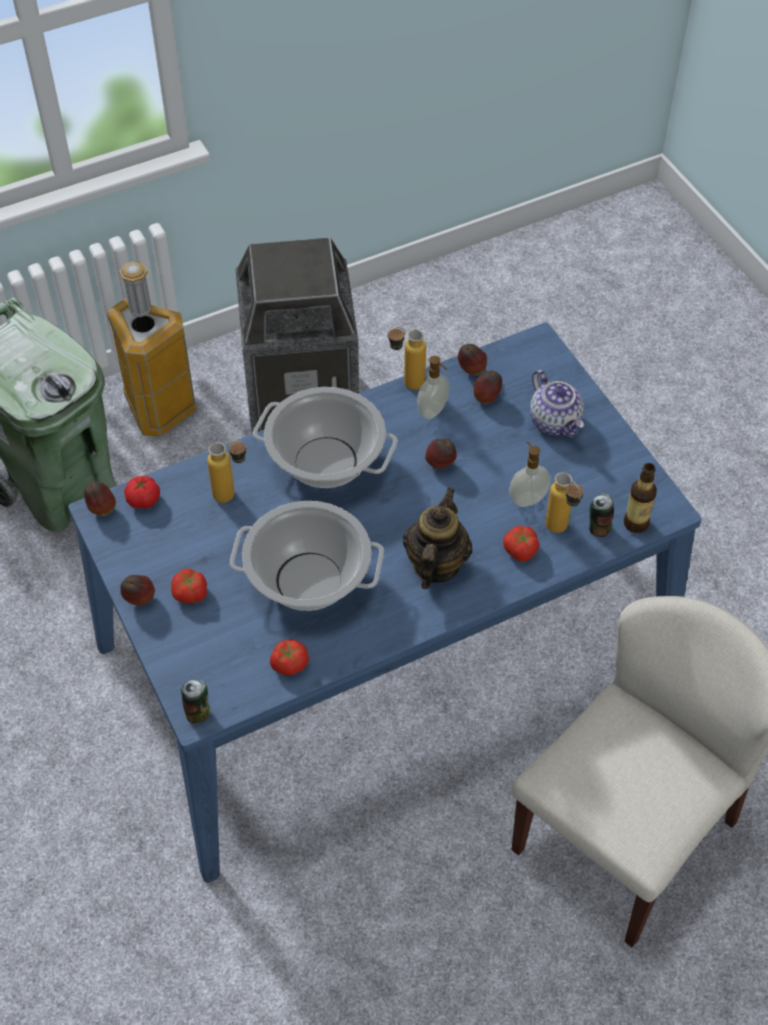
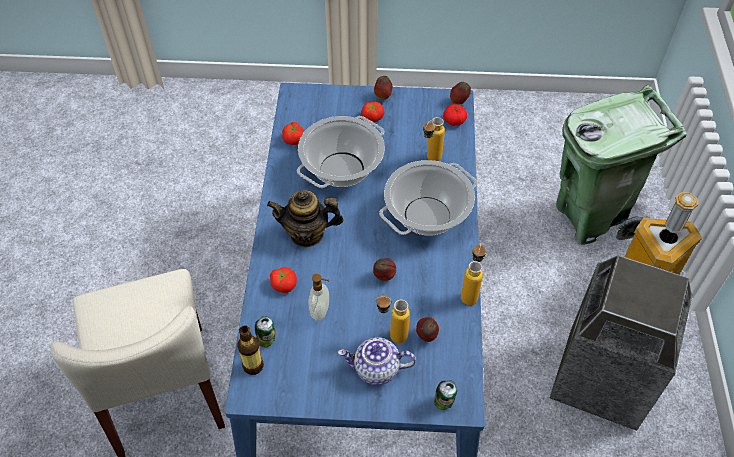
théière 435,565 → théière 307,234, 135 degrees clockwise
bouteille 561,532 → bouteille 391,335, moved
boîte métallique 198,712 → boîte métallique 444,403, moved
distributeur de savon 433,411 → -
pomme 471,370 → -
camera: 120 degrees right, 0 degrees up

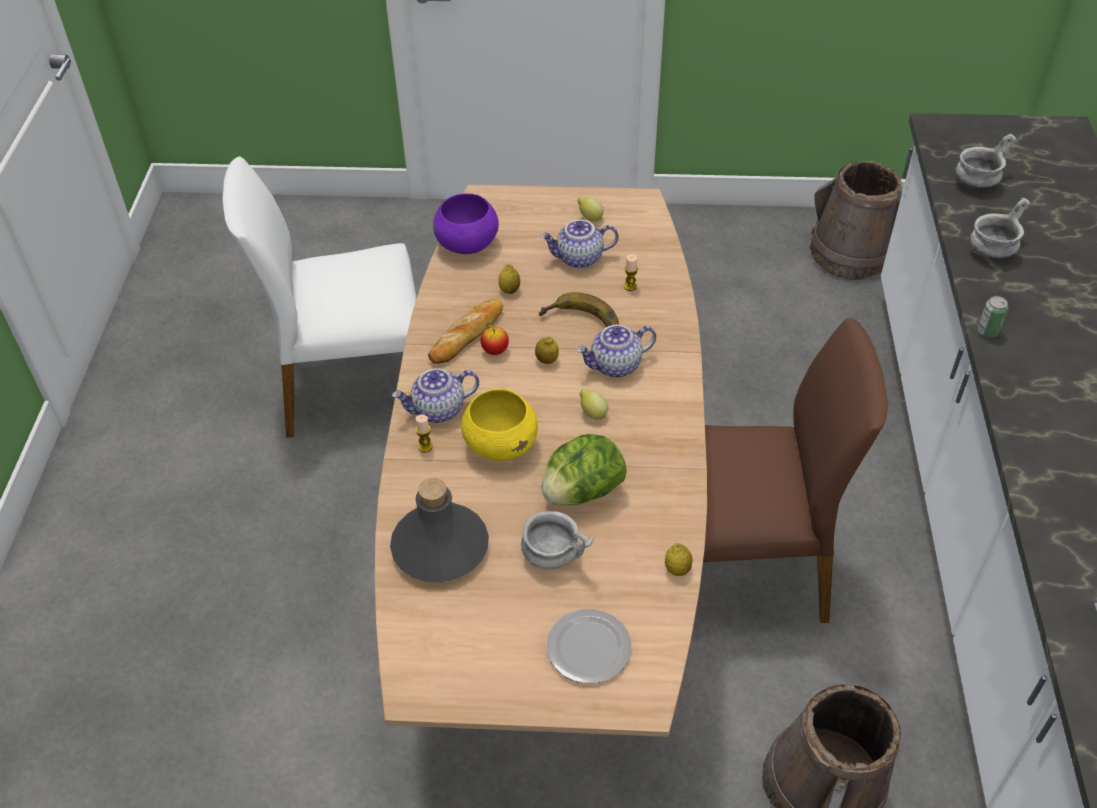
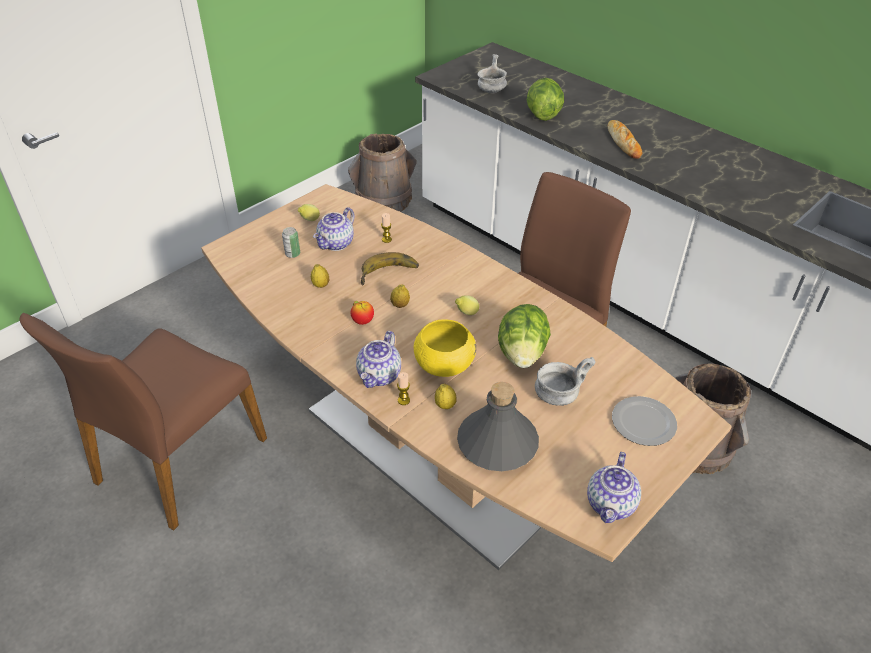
chaise [blanc] 353,382 → chaise [marron] 178,460
boîte métallique 987,331 → boîte métallique 292,254, moved
citron 677,569 → citron 445,405, moved
bol [gris] 991,250 → laitue 542,114
théière 615,365 → théière 611,504, moved
pain 467,334 → pain 623,142, moved
bol [violet] 468,244 → -
camera: 50 degrees left, 5 degrees down

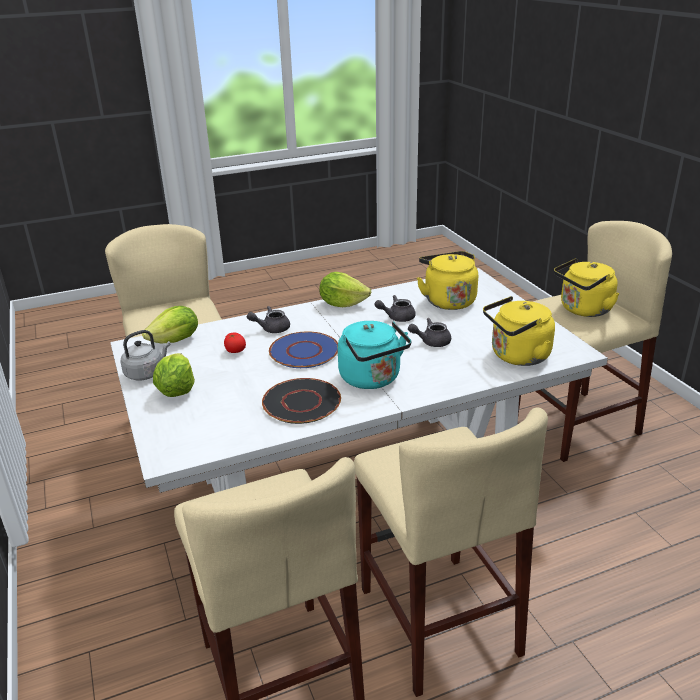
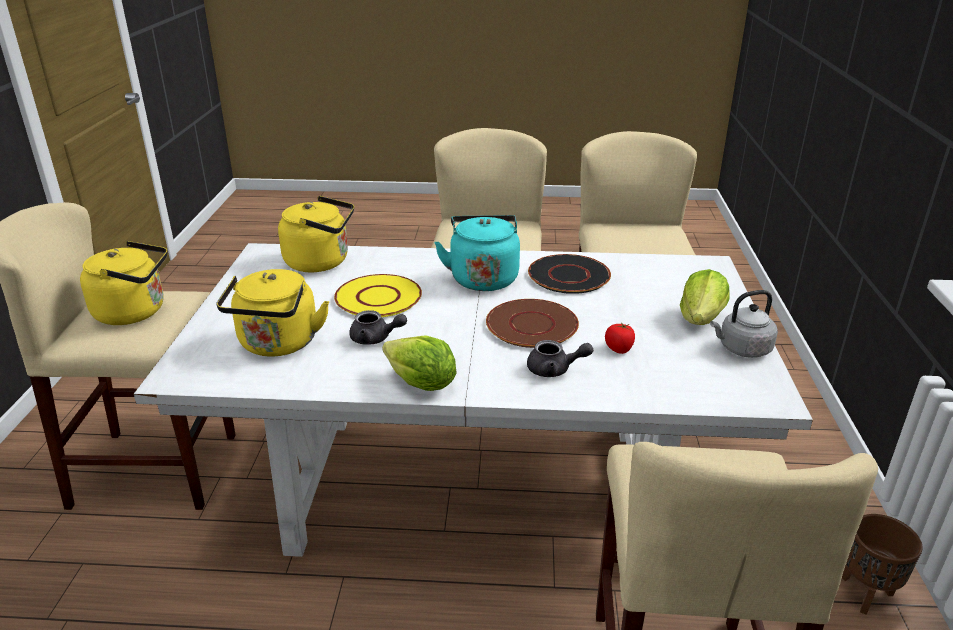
théière [gris] 431,342 → assiette [jaune] 379,297
assiette [bleu] 304,351 → assiette [marron] 531,324
- → cache-pot [marron] 866,594
laitue 176,341 → -
camera: 155 degrees left, 0 degrees up

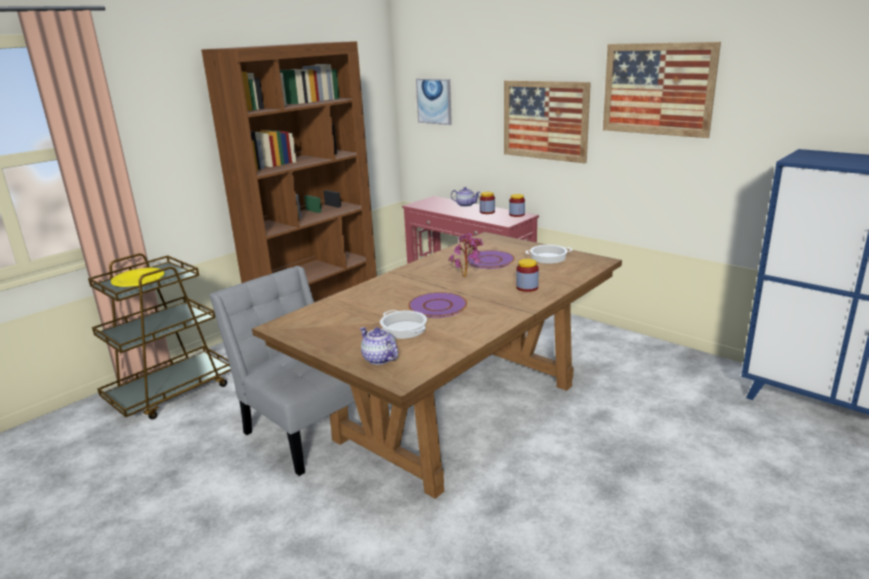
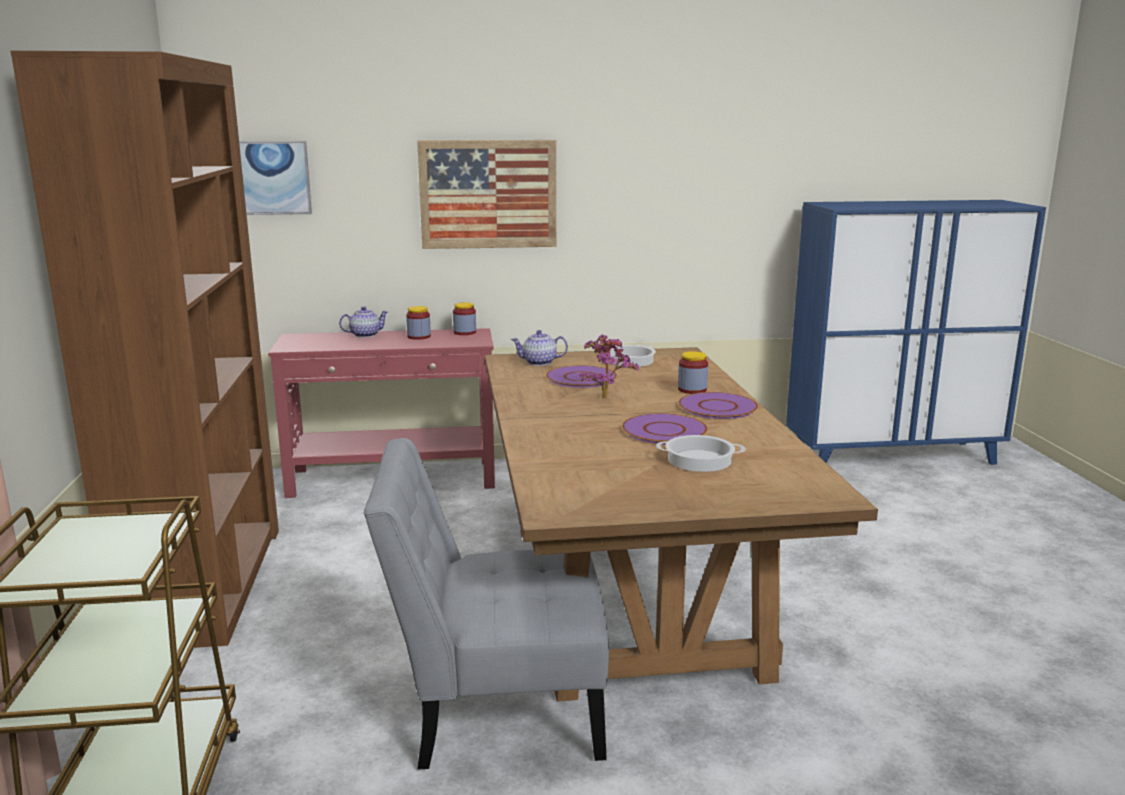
théière 379,359 → théière 539,362, moved
- → assiette [violet] 717,407
assiette [jaune] 138,280 → -
tableau 657,89 → -
camera: 50 degrees left, 5 degrees down

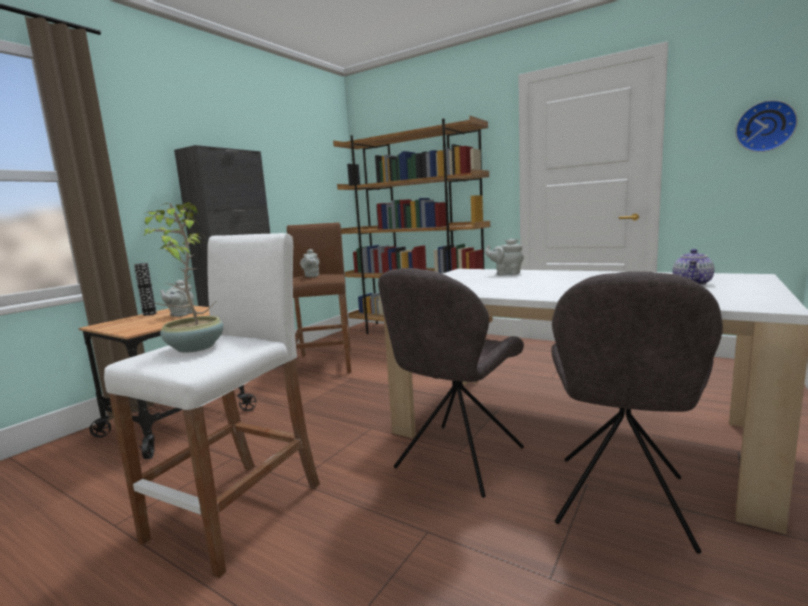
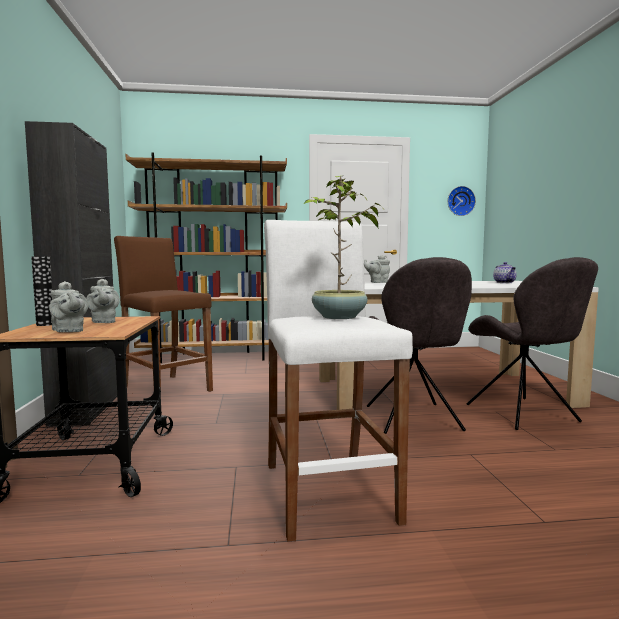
théière [gris] 311,276 → théière [gris] 68,331, moved
camera: 40 degrees left, 5 degrees down

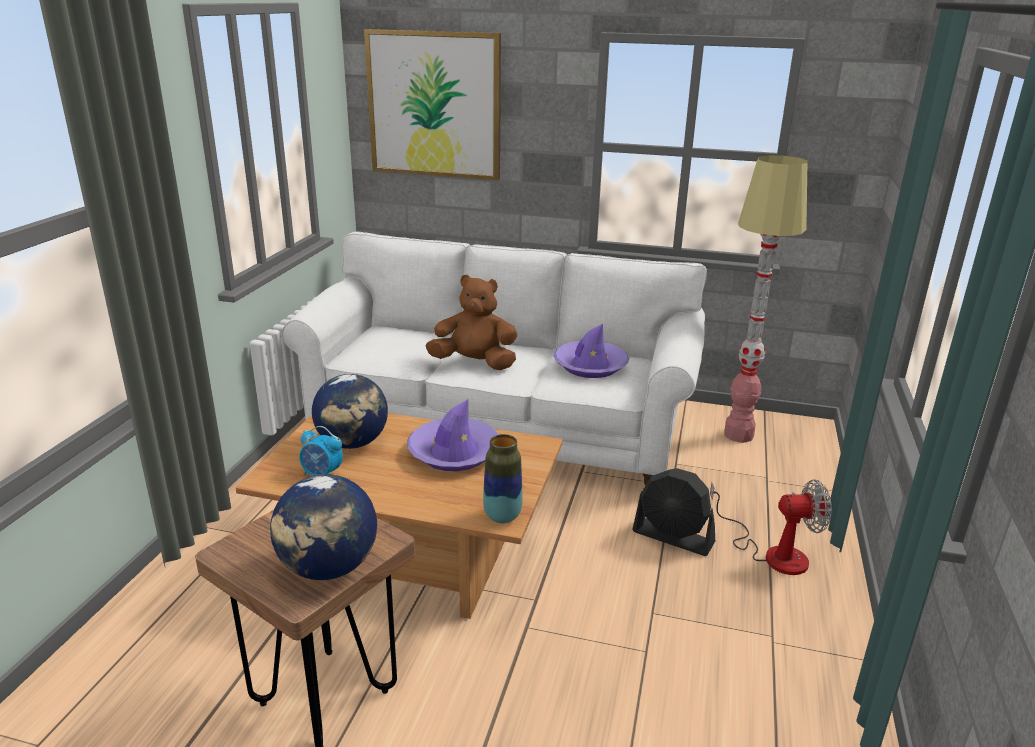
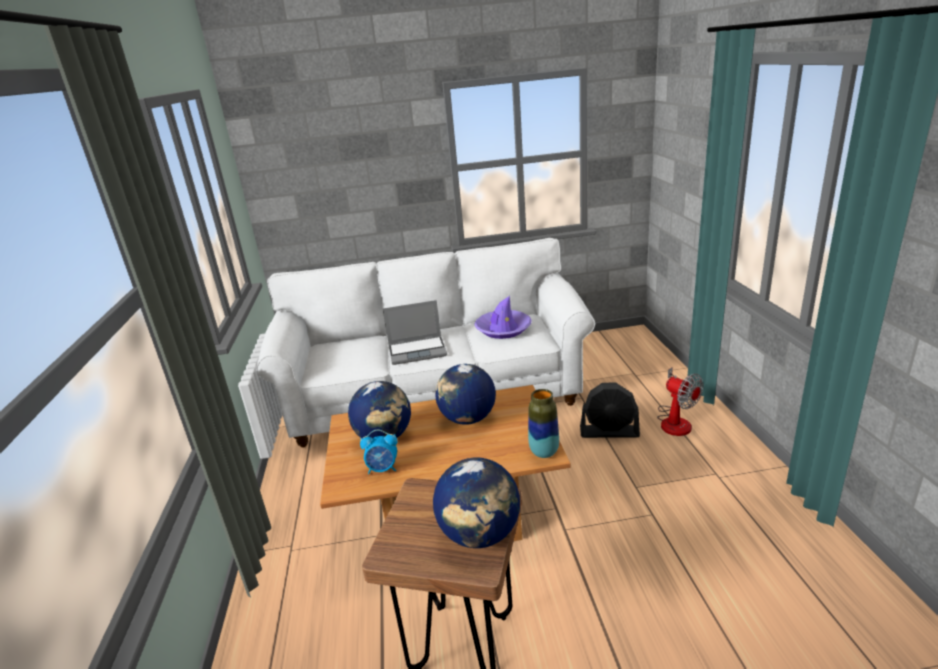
peluche [marron] 474,363 → ordinateur portable 418,351
chapeau [violet] 454,453 → globe 467,419
ventilateur 772,553 → ventilateur 675,420, 75 degrees clockwise
tableau 434,105 → -
lampadaire 738,435 → -
camera: 20 degrees left, 0 degrees up

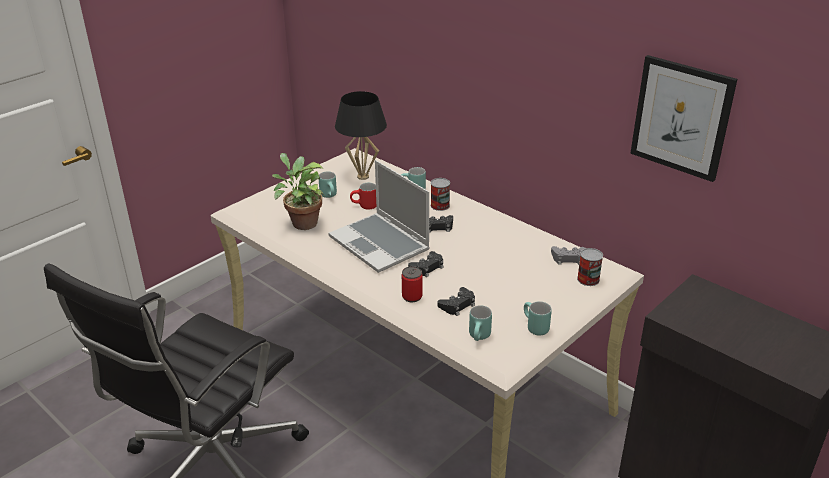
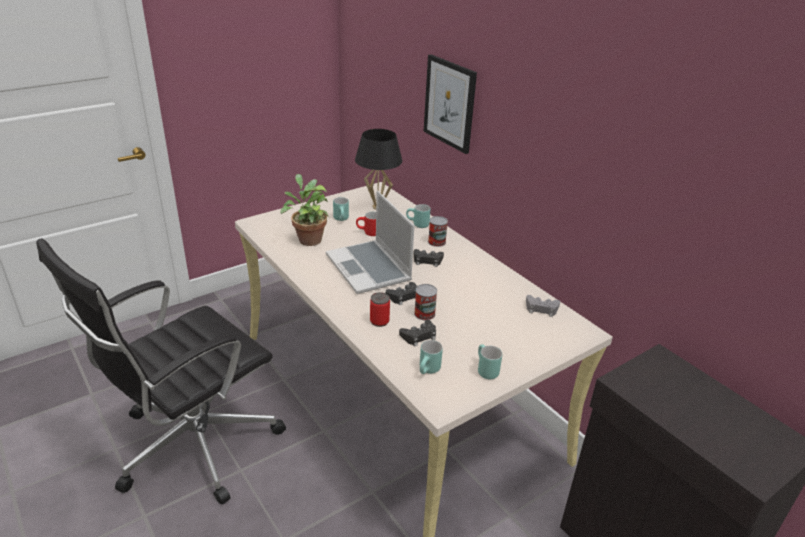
boîte métallique 588,279 → boîte métallique 424,314, moved
tableau 681,117 → tableau 450,103, moved
camera: 10 degrees right, 0 degrees up

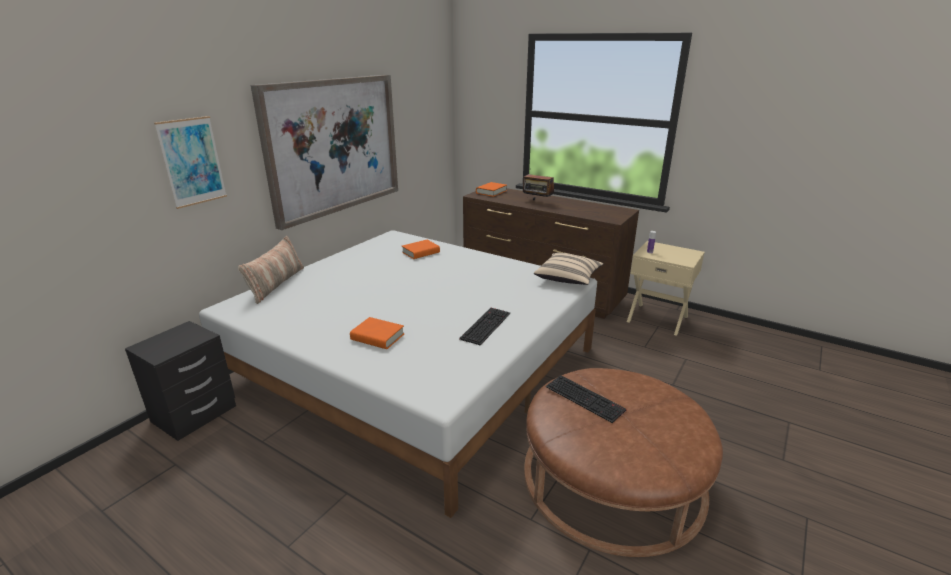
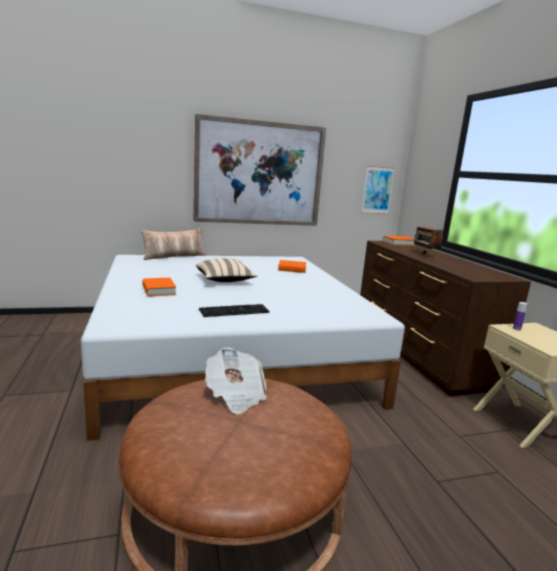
coussin [beige] 568,279 → coussin [beige] 224,280, moved
clavier 586,398 → journal 235,395
tableau 192,162 → tableau 377,190, moved
table de chevet [noir] 194,414 → -
camera: 40 degrees right, 10 degrees down

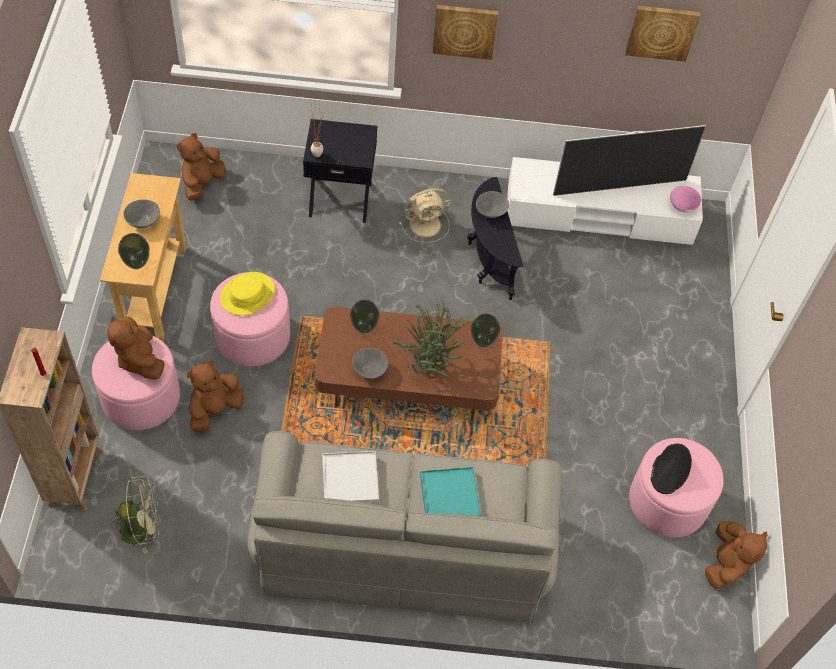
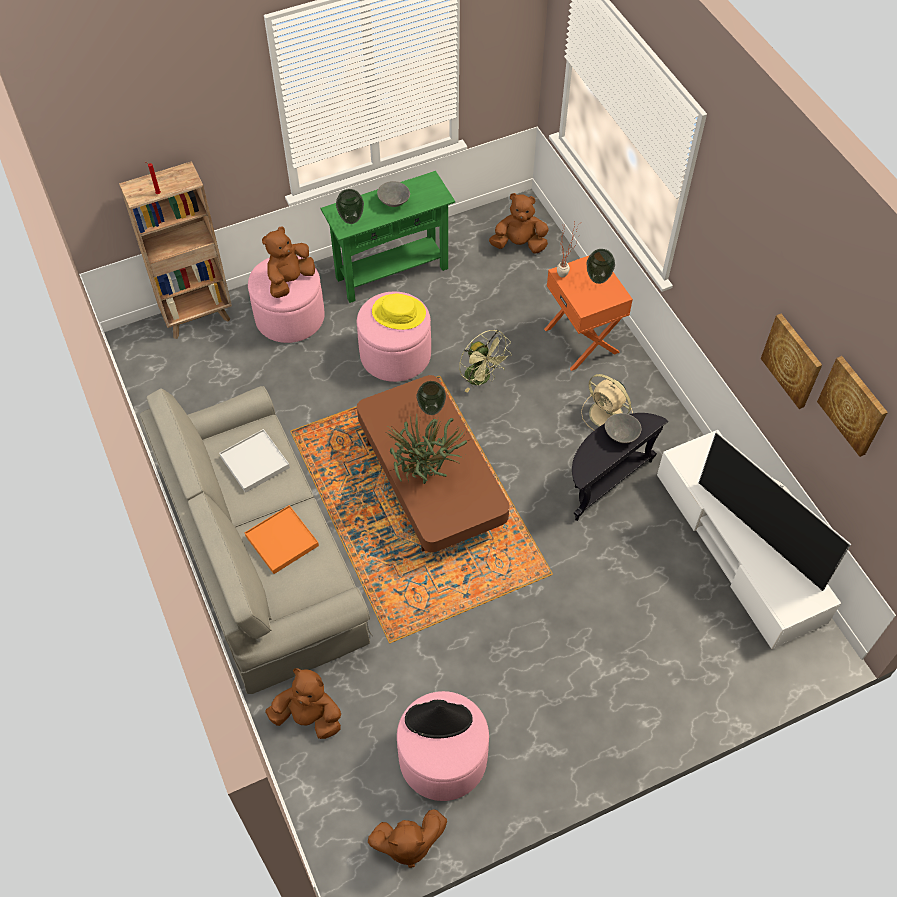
plateau [turquoise] 449,496 → plateau [orange] 282,541
peluche [marron] 214,409 → peluche [marron] 309,717, moved
table console [beige] 155,291 → table console [vert] 392,273
ventilateur [vert] 142,529 → ventilateur [vert] 482,378, moved
table de chevet [noir] 340,198 → table de chevet [orange] 582,340
vase 483,341 → vase 598,279, moved
tableau 465,30 → tableau 793,360, moved
bol [gris] 369,370 → -
bol [rose] 682,207 → -
camera: 65 degrees right, 0 degrees up

